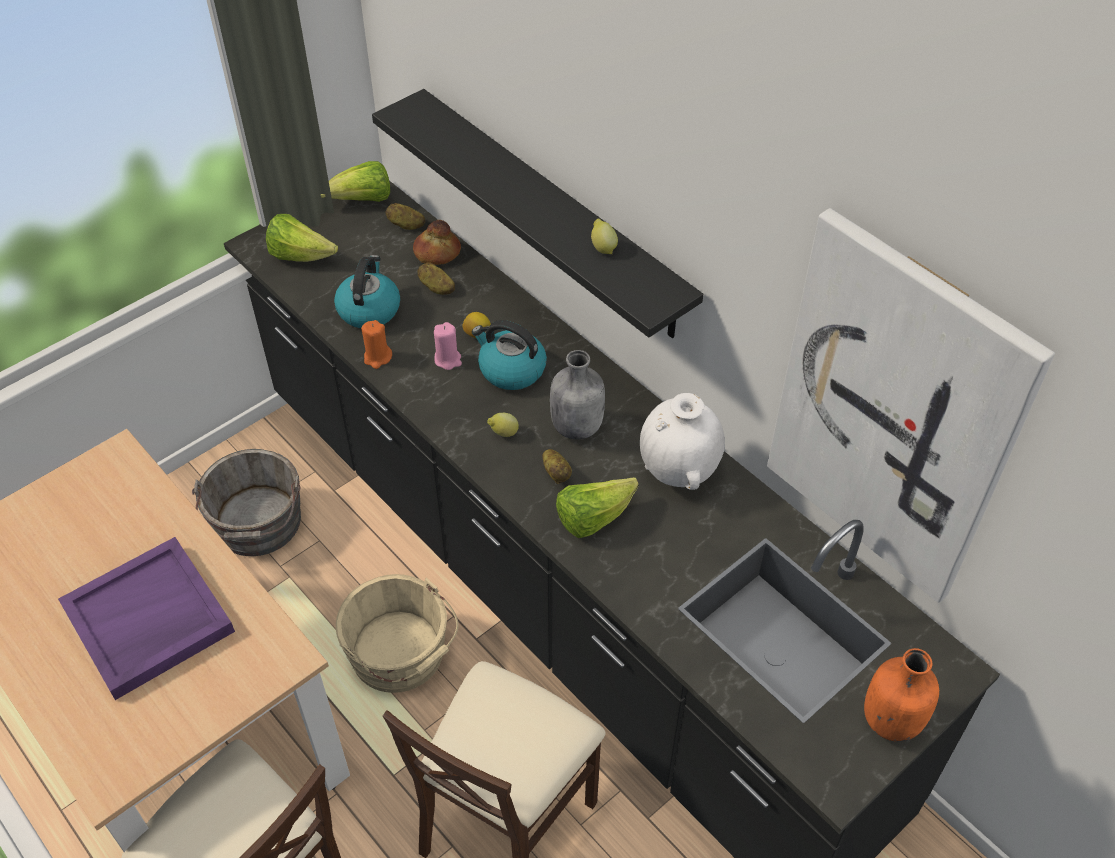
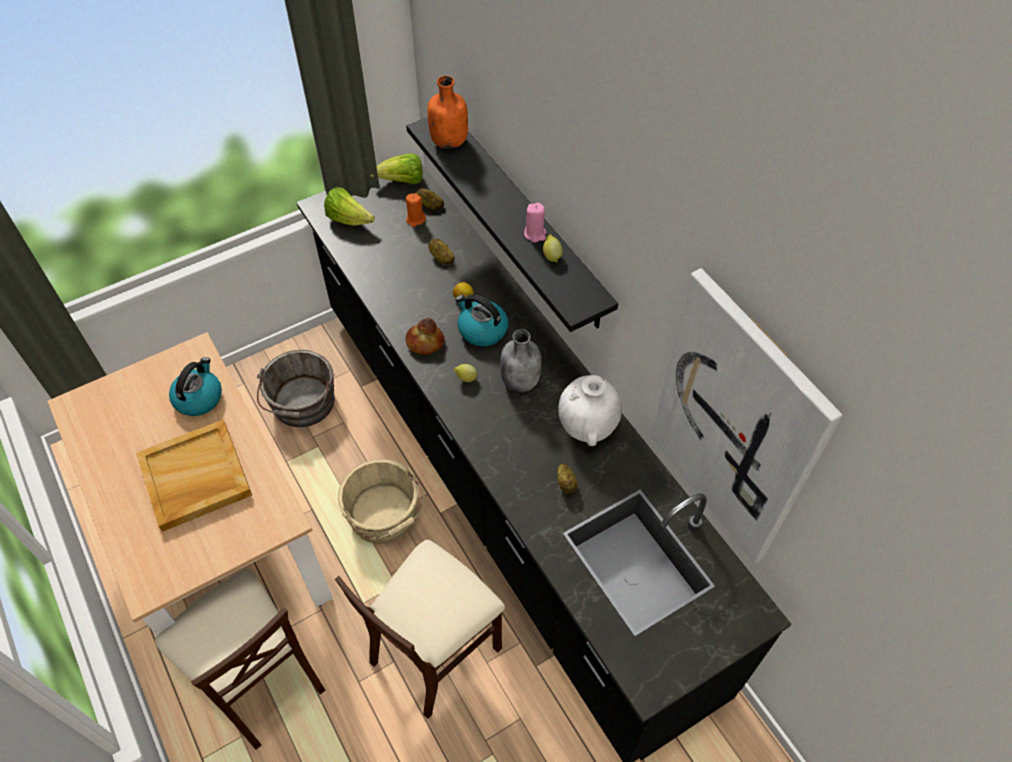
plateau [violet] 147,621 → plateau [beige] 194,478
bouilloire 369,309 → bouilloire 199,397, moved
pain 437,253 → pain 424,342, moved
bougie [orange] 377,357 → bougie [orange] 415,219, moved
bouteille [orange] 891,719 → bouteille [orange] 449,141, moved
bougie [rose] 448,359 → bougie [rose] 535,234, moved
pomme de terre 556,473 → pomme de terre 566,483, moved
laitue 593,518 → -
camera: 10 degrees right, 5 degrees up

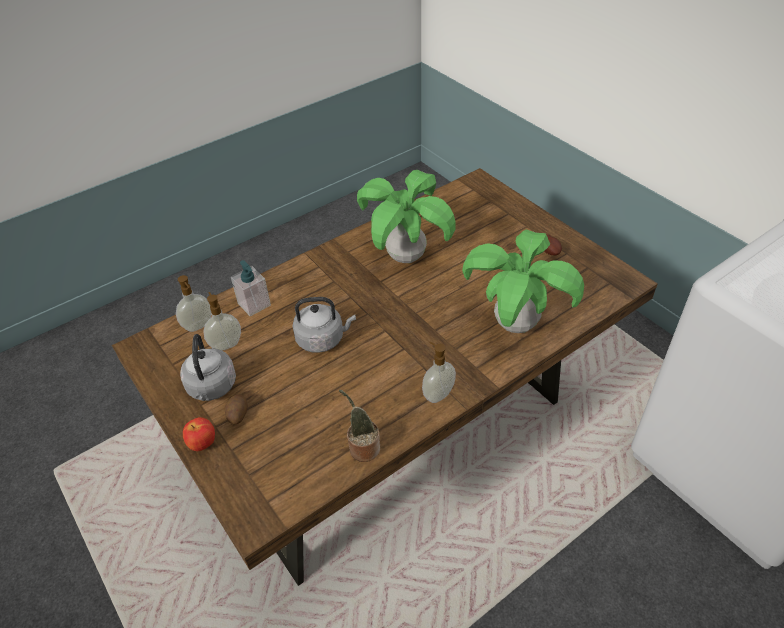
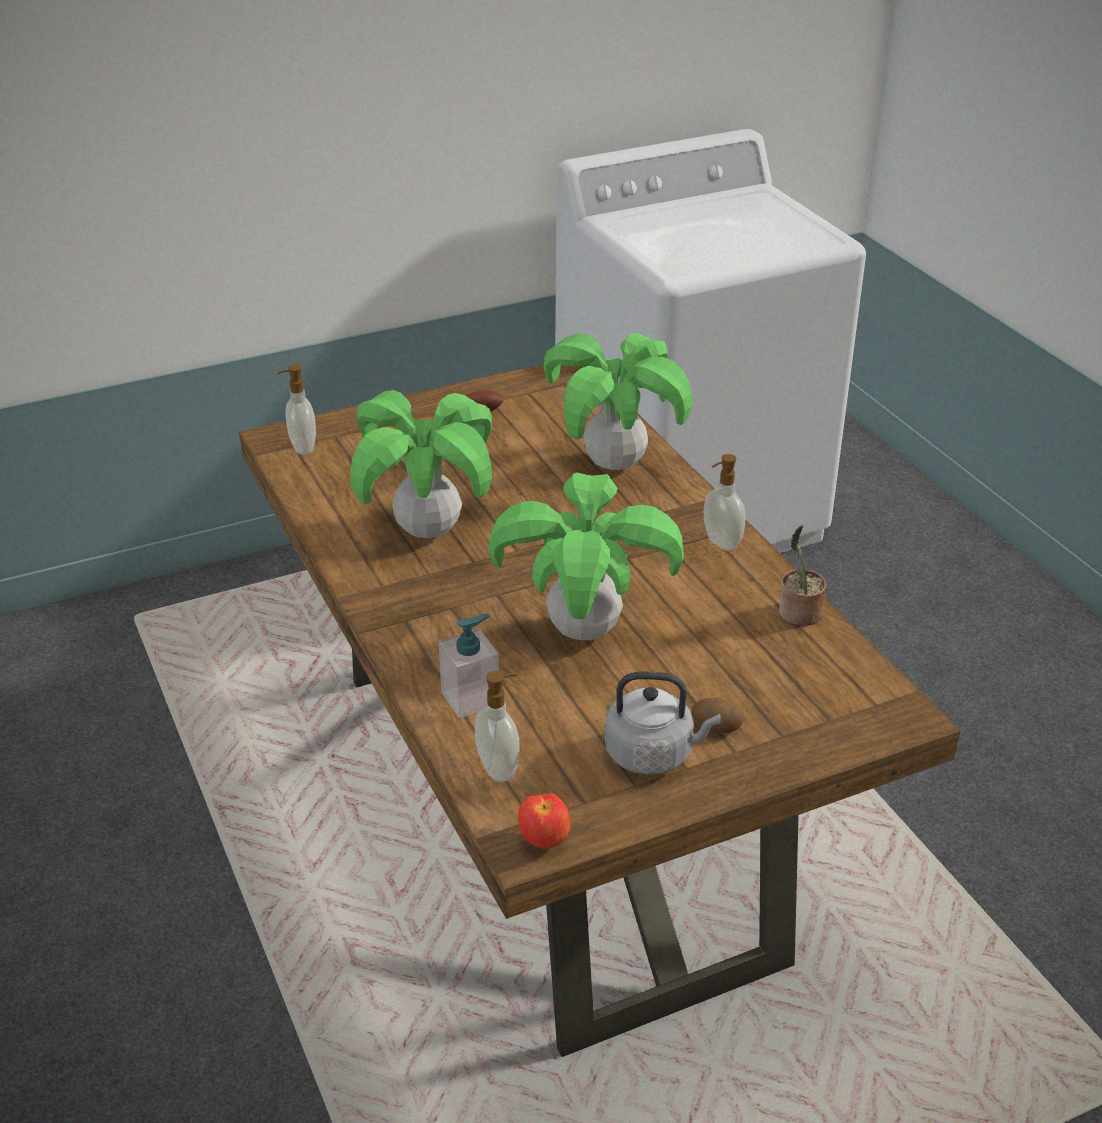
distributeur de savon 226,344 → distributeur de savon 301,447, moved
bouilloire [gris] 323,339 → plante en pot 583,630
pomme 203,444 → pomme 544,841, moved
camera: 80 degrees left, 10 degrees down

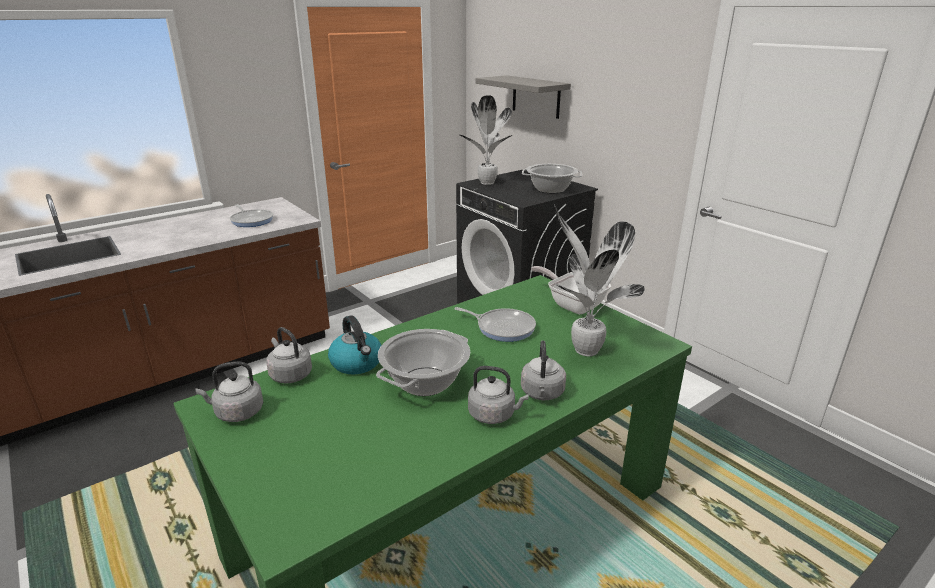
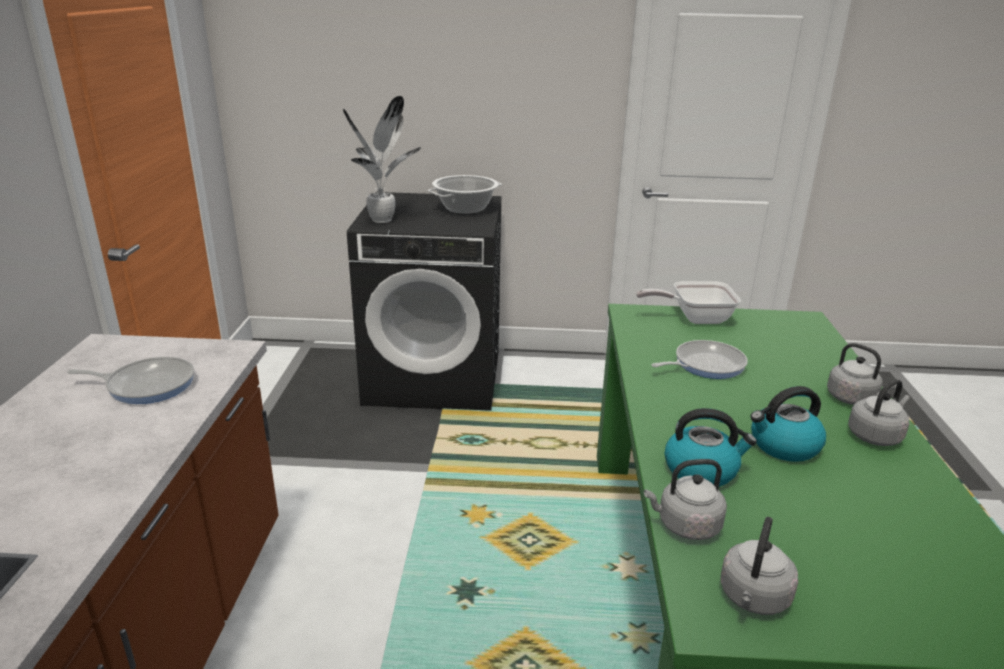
marmite 425,382 → bouilloire 783,446
étagère [gris] 536,96 → -
plante en pot 583,349 → -
camera: 50 degrees left, 0 degrees up

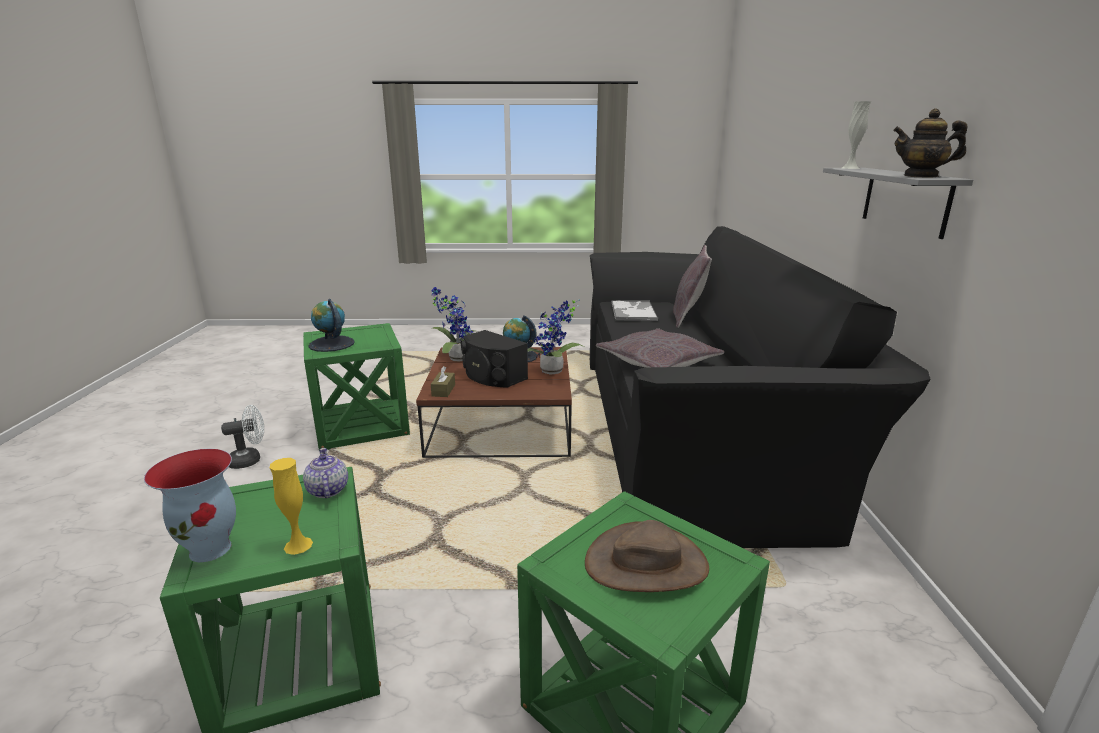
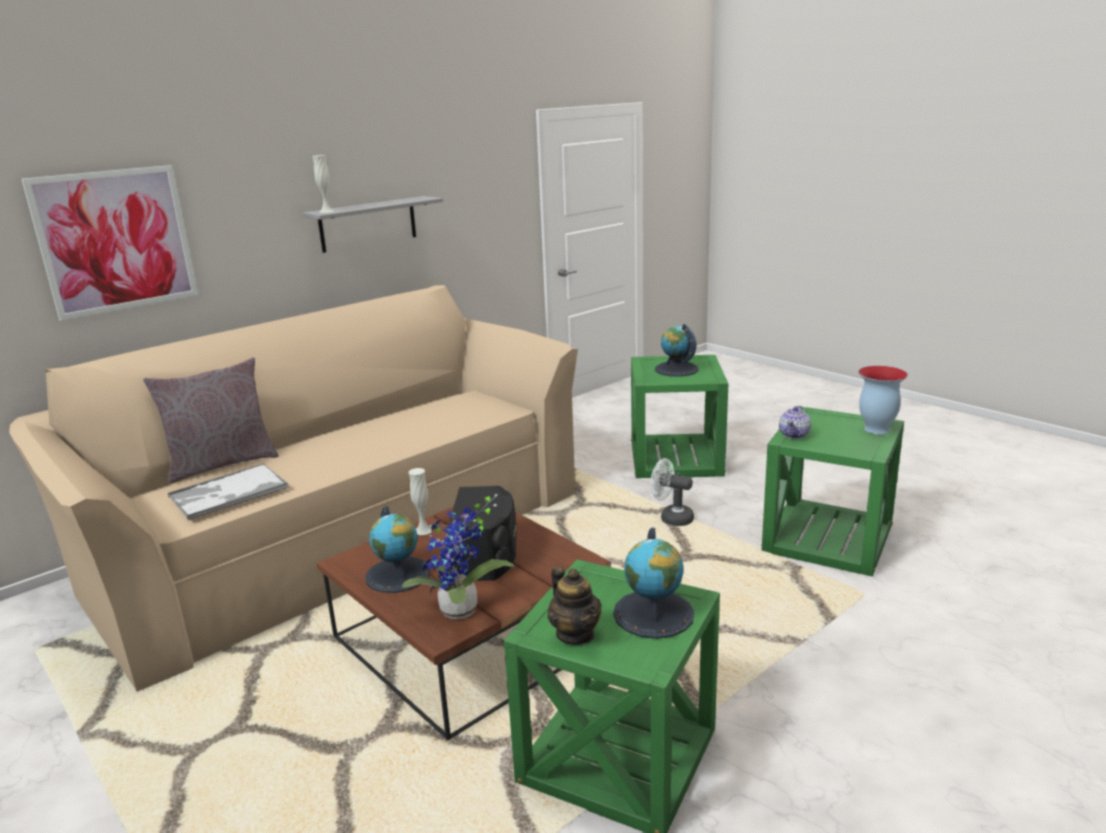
canapé [noir] 694,427 → canapé [beige] 337,534
- → tableau 116,241
plante en pot 553,372 → vase [blanc] 423,530
théière 921,176 → théière 575,634, moved
ventilateur [blanc] 250,460 → ventilateur [blanc] 671,518, moved
chapeau [marron] 646,563 → globe 676,369
vase [jaune] 298,545 → -
boîte à mouchoirs [marron] 443,390 → -
coussin [gris] 657,361 → -
camera: 130 degrees left, 0 degrees up

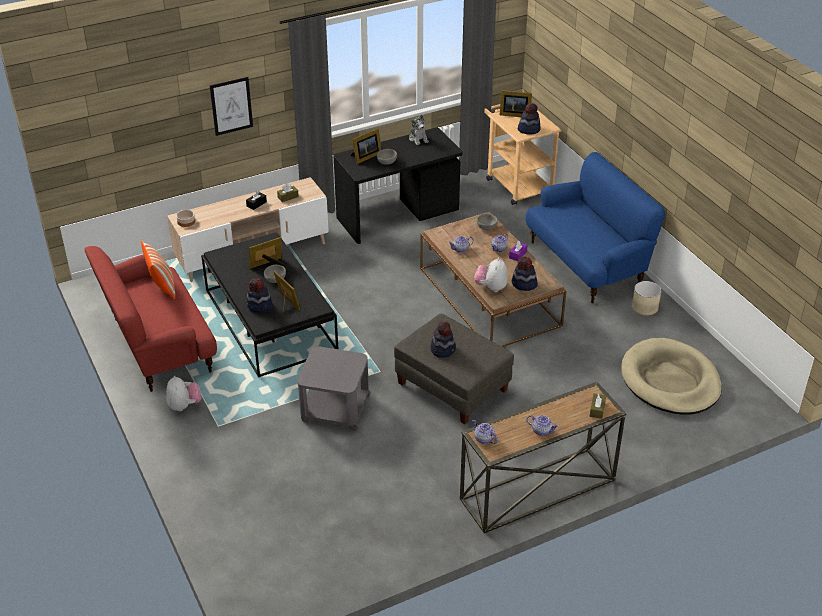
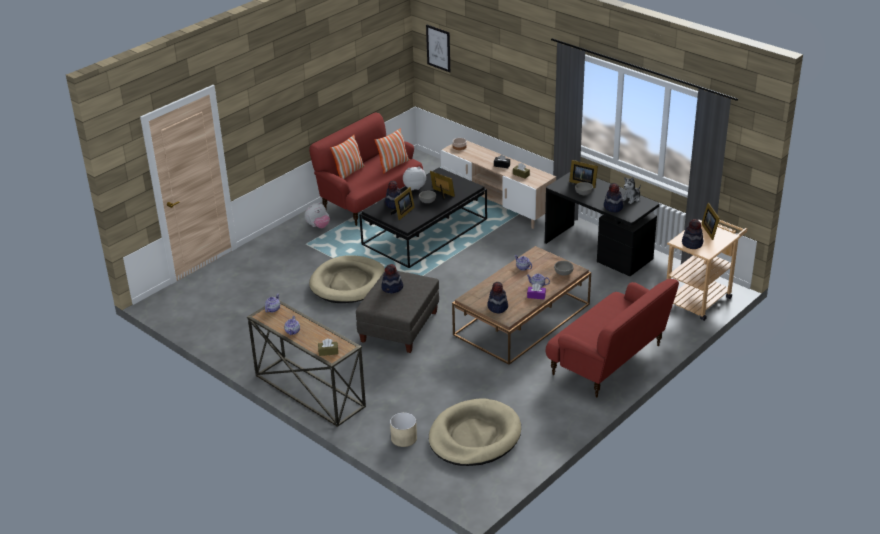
table d'appoint [gris] 335,408 → panier pour chien [beige] 348,283
- → coussin 349,172
cache-pot [beige] 645,307 → cache-pot [beige] 403,438, moved
peluche 491,287 → peluche 414,187, moved
tableau 231,106 → tableau 438,48, moved
canapé [bleu] 587,263 → canapé [rouge] 609,361
- → chapeau 613,207
camera: 70 degrees right, 5 degrees down

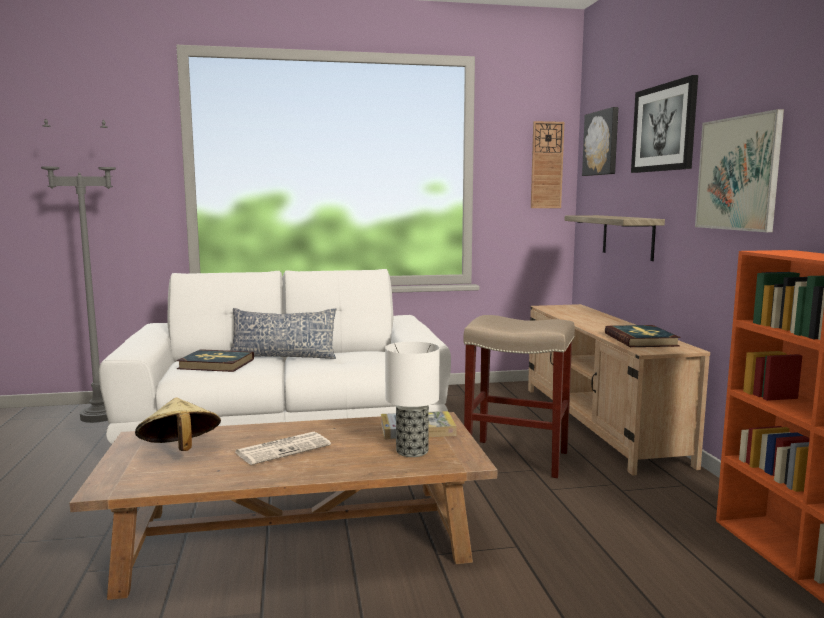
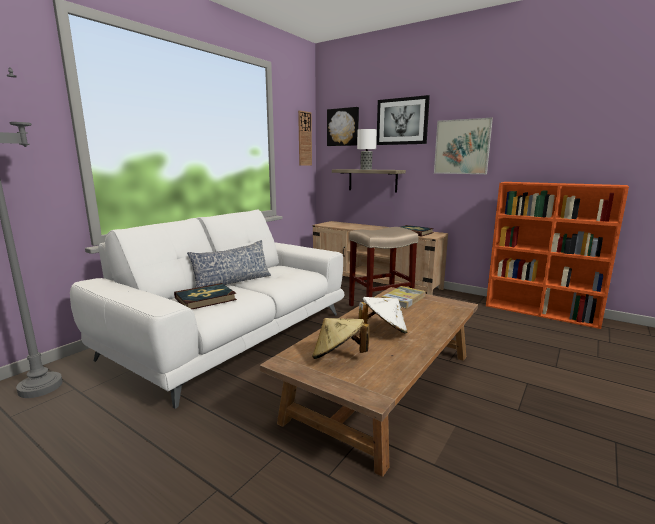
lampe de table 412,451 → lampe de table 365,169, moved
journal 284,448 → chapeau [blanc] 383,331
camera: 45 degrees left, 5 degrees up

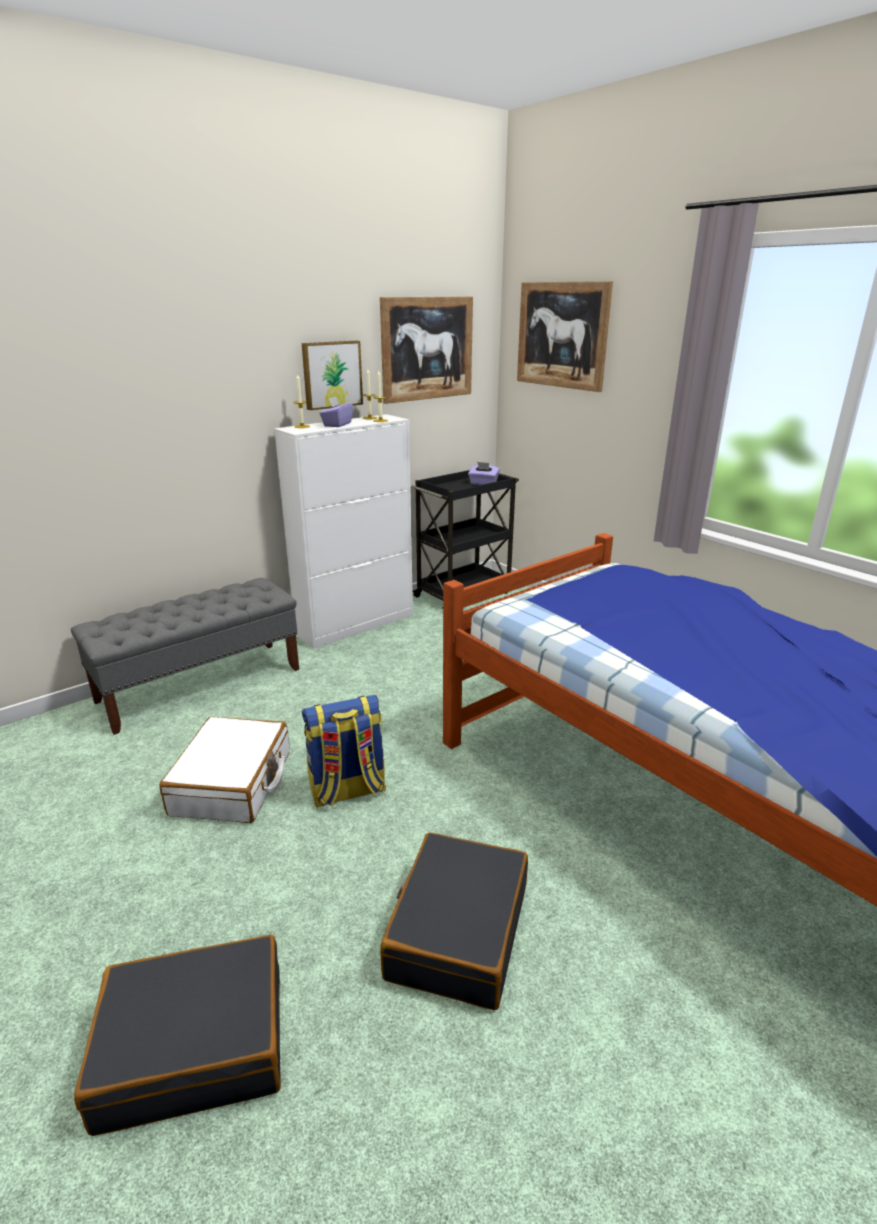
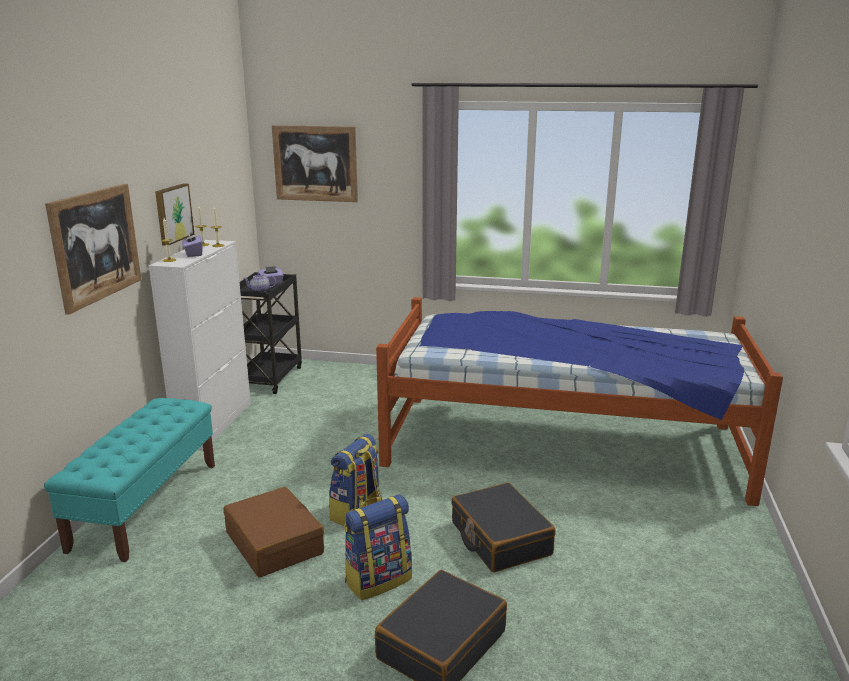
banc [gris] 201,684 → banc [turquoise] 146,505
tableau 427,349 → tableau 96,245, moved
valise [blanc] 233,783 → valise [marron] 275,543
- → théière 260,291
- → sac à dos 378,579
camera: 40 degrees left, 5 degrees down

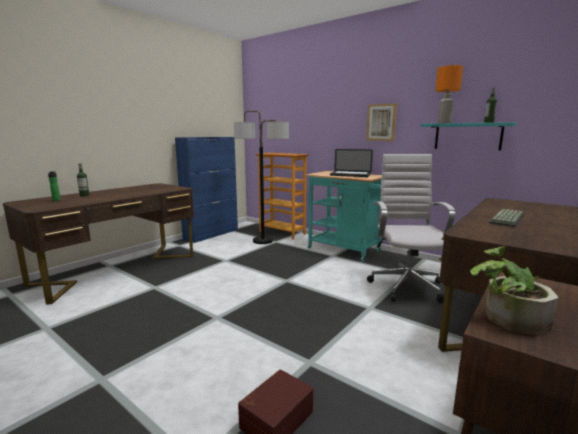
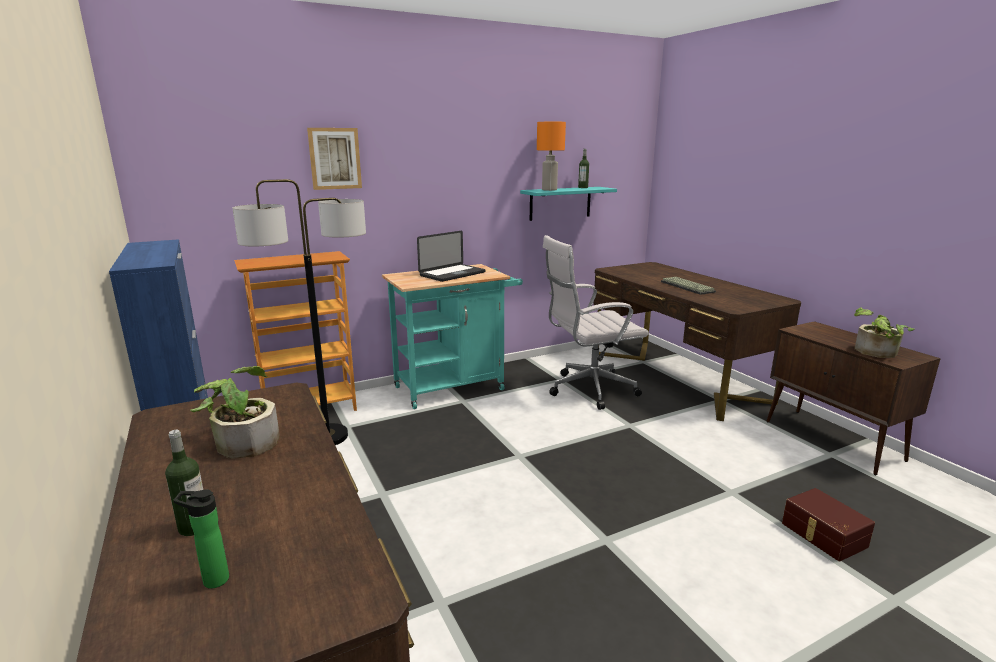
- → plante en pot 242,441
tableau 381,122 → tableau 334,158, moved
chaise de bureau [blanc] 406,285 → chaise de bureau [blanc] 588,390, 45 degrees counterclockwise
camera: 65 degrees left, 5 degrees up

